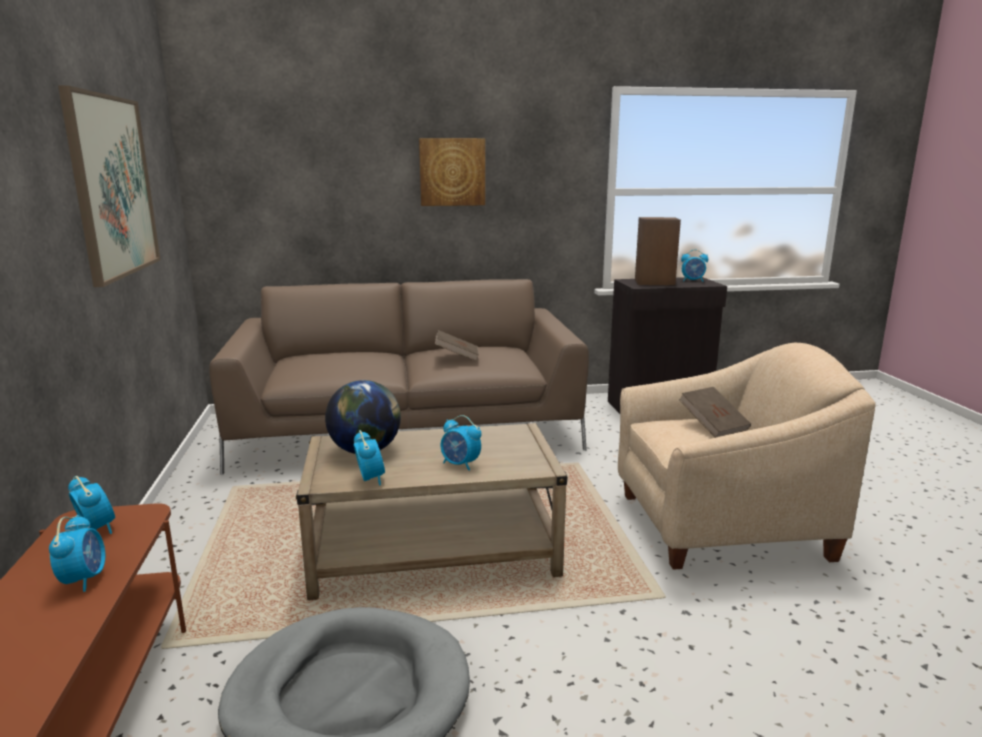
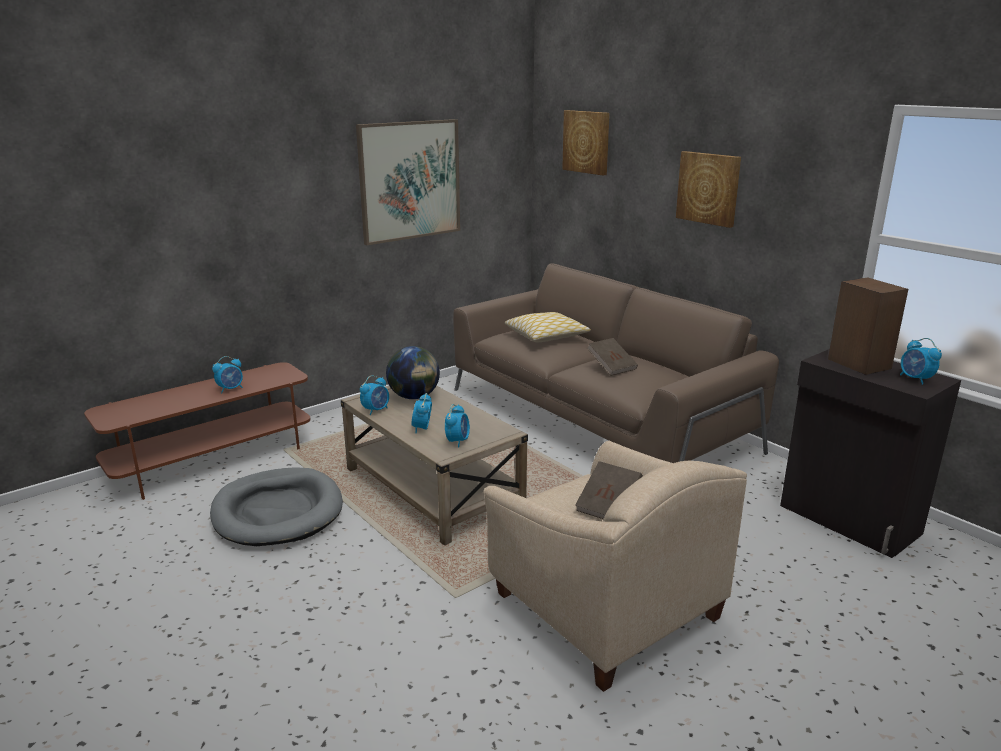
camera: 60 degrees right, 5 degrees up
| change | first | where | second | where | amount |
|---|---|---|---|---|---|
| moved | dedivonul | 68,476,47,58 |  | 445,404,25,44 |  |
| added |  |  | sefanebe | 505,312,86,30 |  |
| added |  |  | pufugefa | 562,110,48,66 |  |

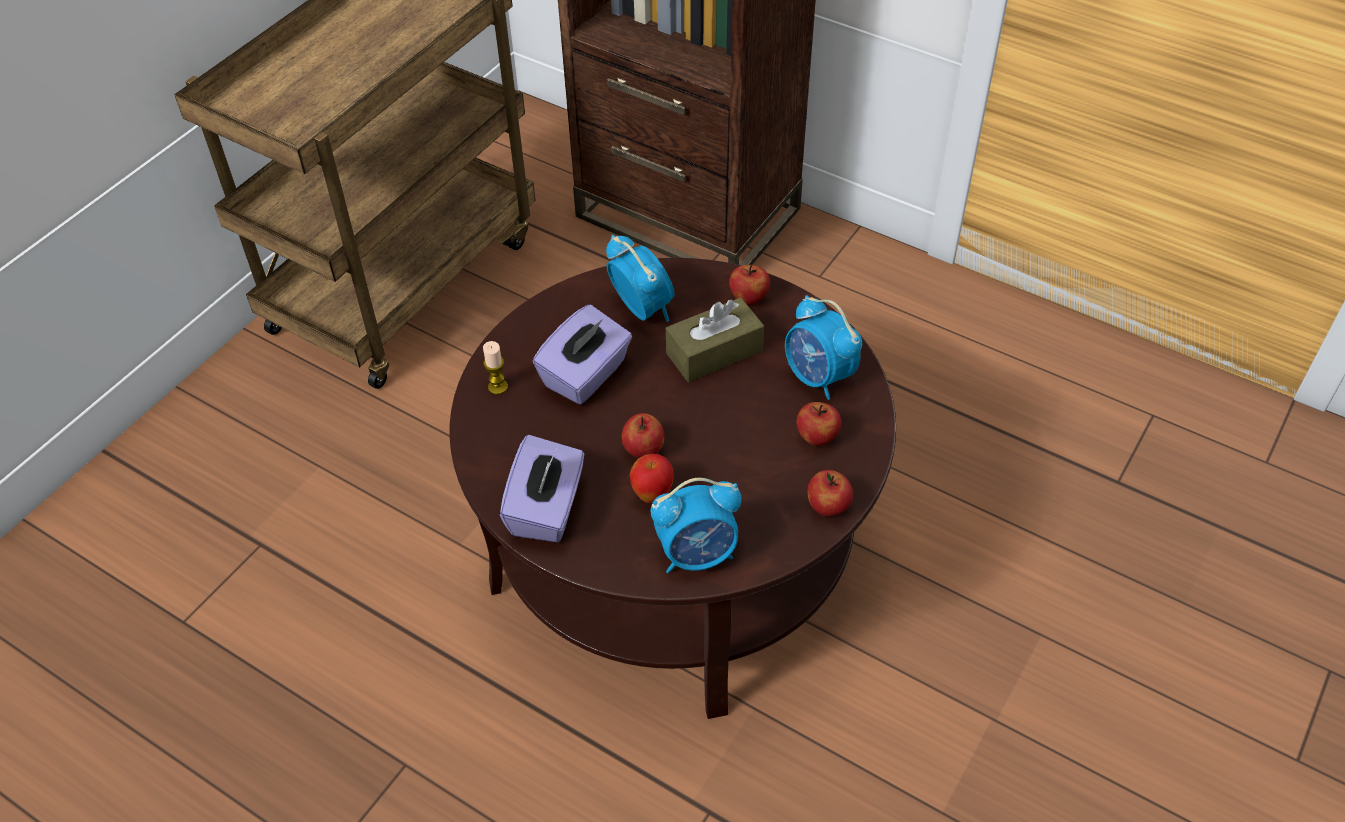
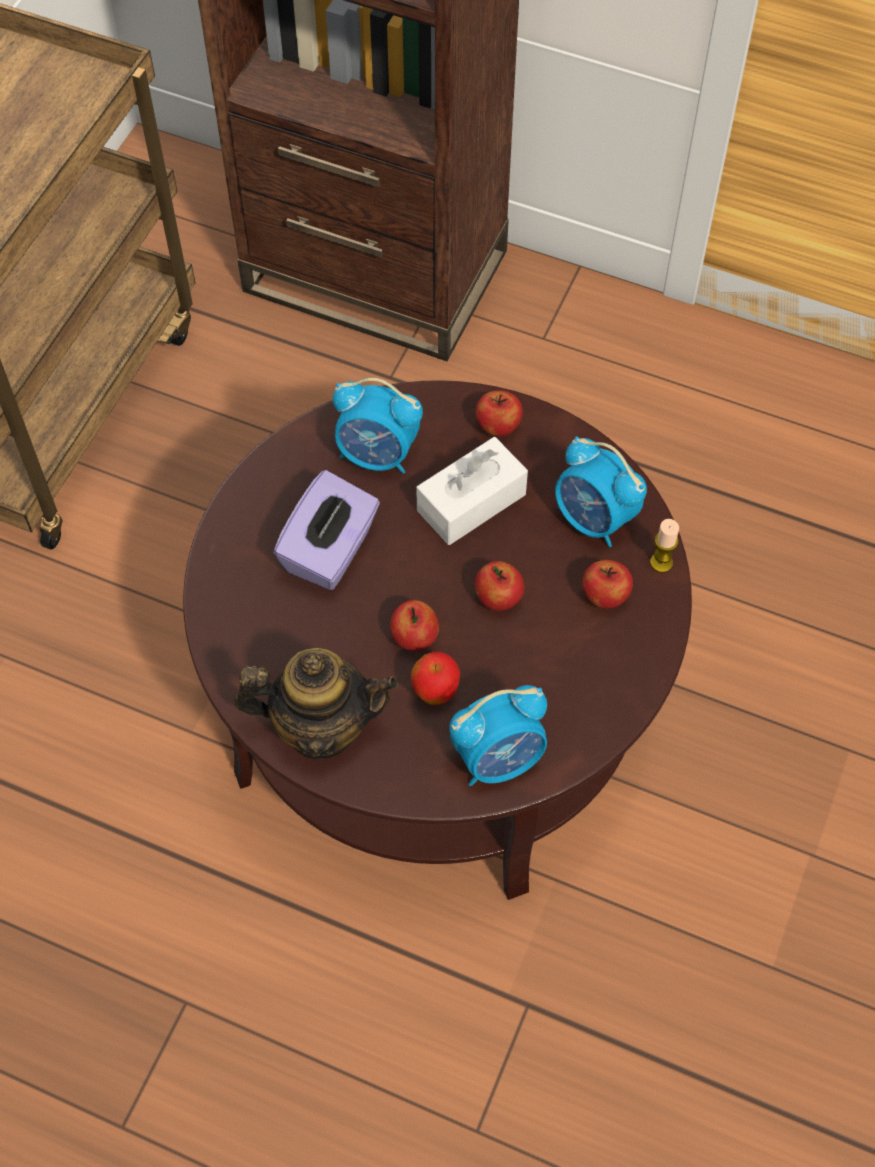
camera: 10 degrees left, 10 degrees up
| change | first | where | second | where | amount |
|---|---|---|---|---|---|
| replaced | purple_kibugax | 500,435,84,107 | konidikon | 234,648,164,112 |  |
| turned | dedivonul | 606,235,68,87 |  | 333,378,90,96 | 150 degrees clockwise |
| recoloured | brown_kibugax | 666,297,98,85 | white_kibugax | 416,437,112,108 |  |
| moved | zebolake | 807,470,46,47 |  | 475,561,49,50 |  |
| moved | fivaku | 483,341,25,54 |  | 650,519,29,54 |  |

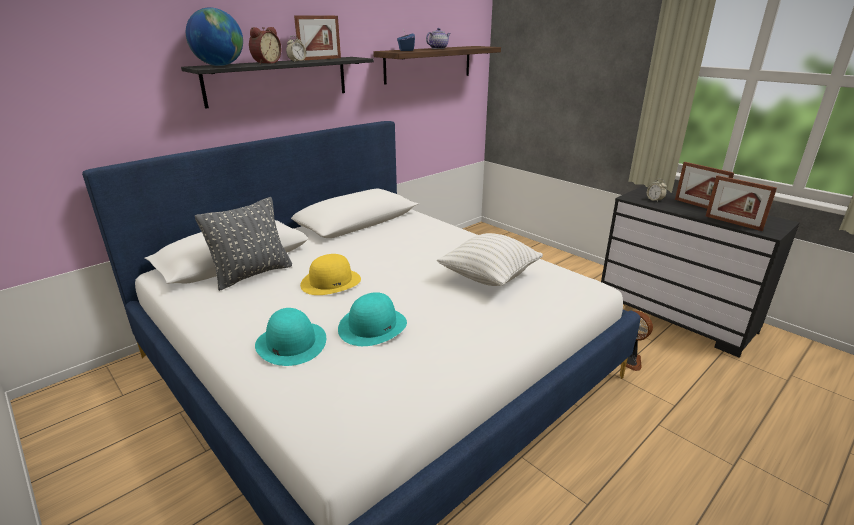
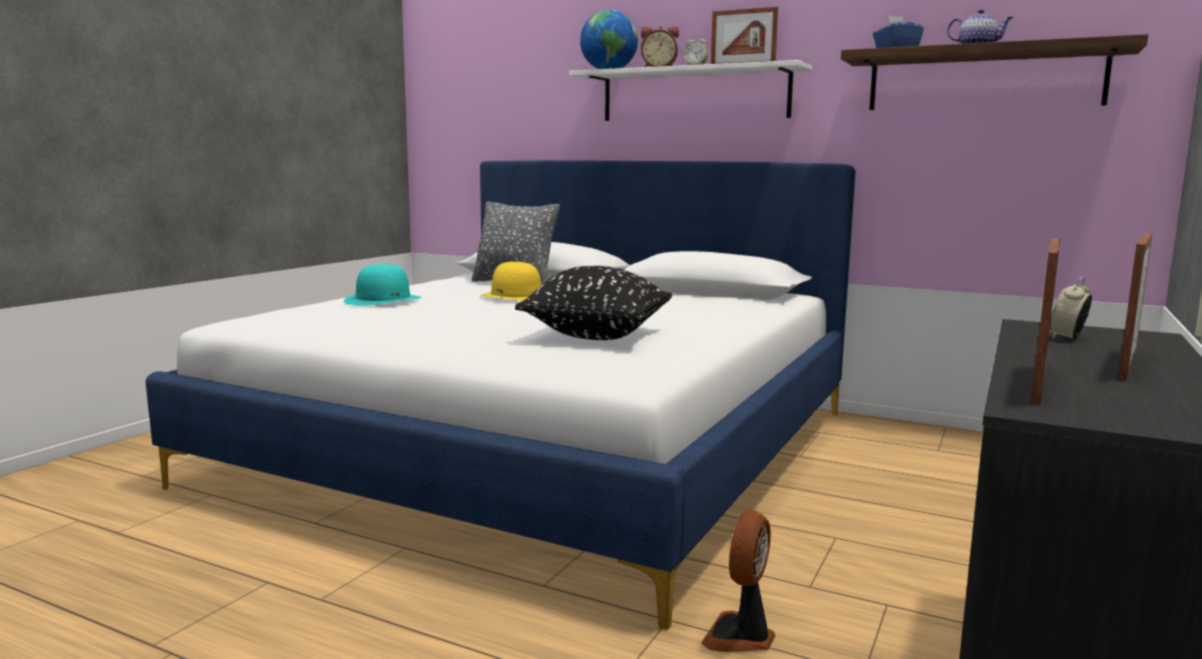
camera: 70 degrees right, 15 degrees down
| change | first | where | second | where | amount |
|---|---|---|---|---|---|
| recoloured | white_sefanebe | 437,233,106,53 | black_sefanebe | 515,266,157,74 |  |
| recoloured | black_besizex | 181,57,193,52 | white_besizex | 569,60,243,61 |  |
| removed | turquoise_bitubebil | 338,292,69,54 |  |  |  |

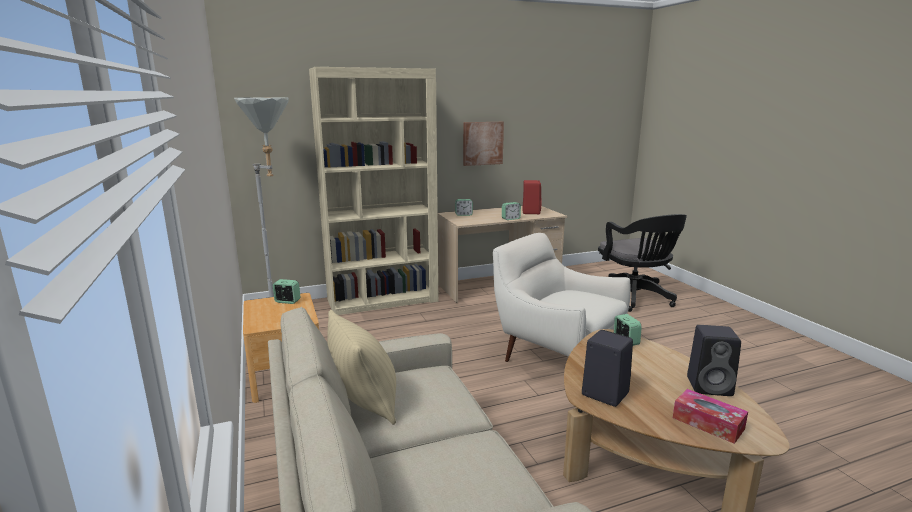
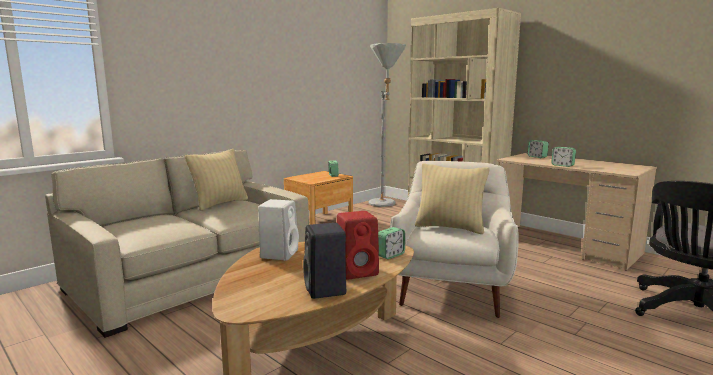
camera: 65 degrees right, 5 degrees down
| change | first | where | second | where | amount |
|---|---|---|---|---|---|
| recoloured | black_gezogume | 582,330,51,77 | white_gezogume | 258,199,41,61 |  |
| moved | red_gezogume | 522,180,19,34 |  | 337,211,42,69 |  |
| added |  |  | beige_sefanebe | 415,163,75,71 |  |
| removed | pufugefa | 463,122,41,44 |  |  |  |
| removed | kibugax | 673,389,75,55 |  |  |  |

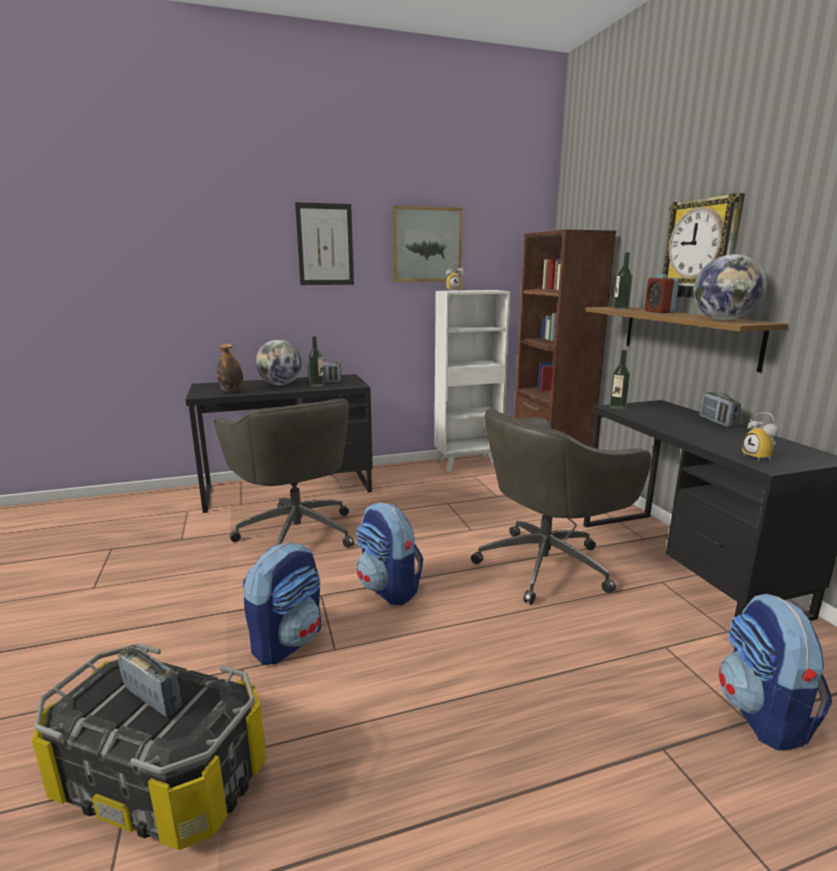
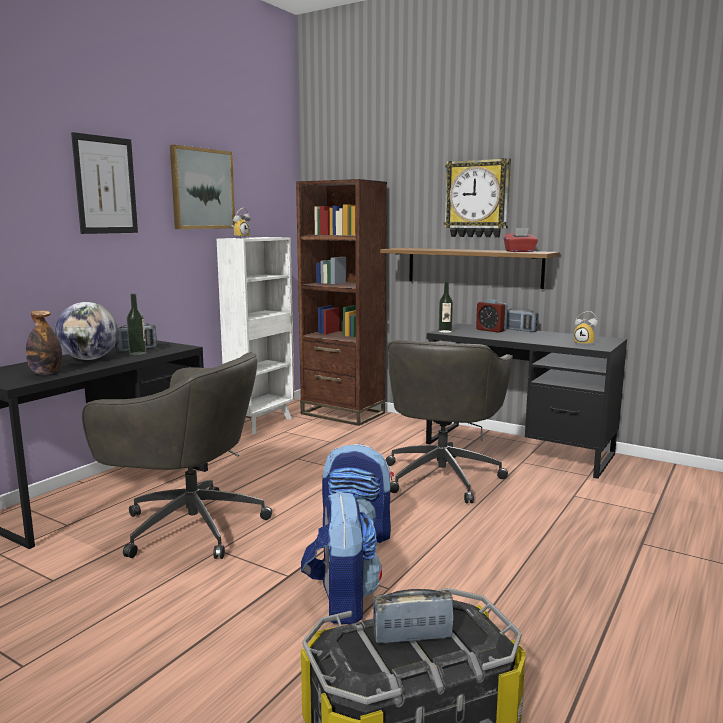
camera: 40 degrees left, 5 degrees down
| change | first | where | second | where | amount |
|---|---|---|---|---|---|
| moved | dedivonul | 644,274,35,39 |  | 476,299,32,34 |  |
| replaced | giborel | 693,254,74,66 | red_kibugax | 503,228,35,24 |  |
| removed | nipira | 614,252,19,58 |  |  |  |
| removed | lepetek | 719,594,113,157 |  |  |  |

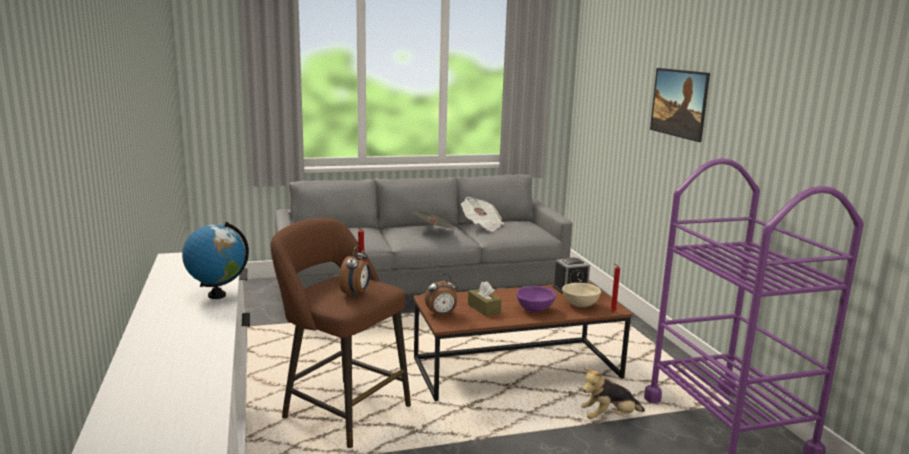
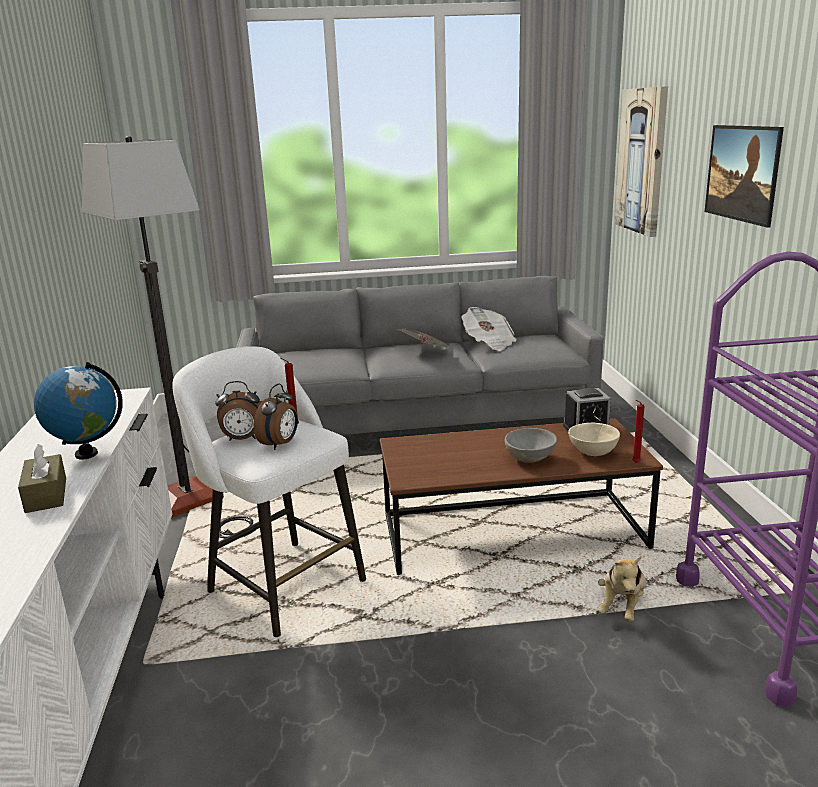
camera: 10 degrees right, 5 degrees up
| change | first | where | second | where | amount |
|---|---|---|---|---|---|
| moved | brown_kibugax | 468,281,33,35 |  | 18,444,48,69 |  |
| added |  |  | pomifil | 82,136,172,402 |  |
| recoloured | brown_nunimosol | 271,218,140,230 | white_nunimosol | 172,346,194,291 |  |
| moved | dedivonul | 424,274,34,42 |  | 215,381,46,60 |  |
| recoloured | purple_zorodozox | 516,286,40,26 | grey_zorodozox | 505,428,52,35 |  |
| turned | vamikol | 581,368,64,51 |  | 598,555,48,67 | 60 degrees counterclockwise |
| added |  |  | pufugefa | 615,86,53,151 |  |

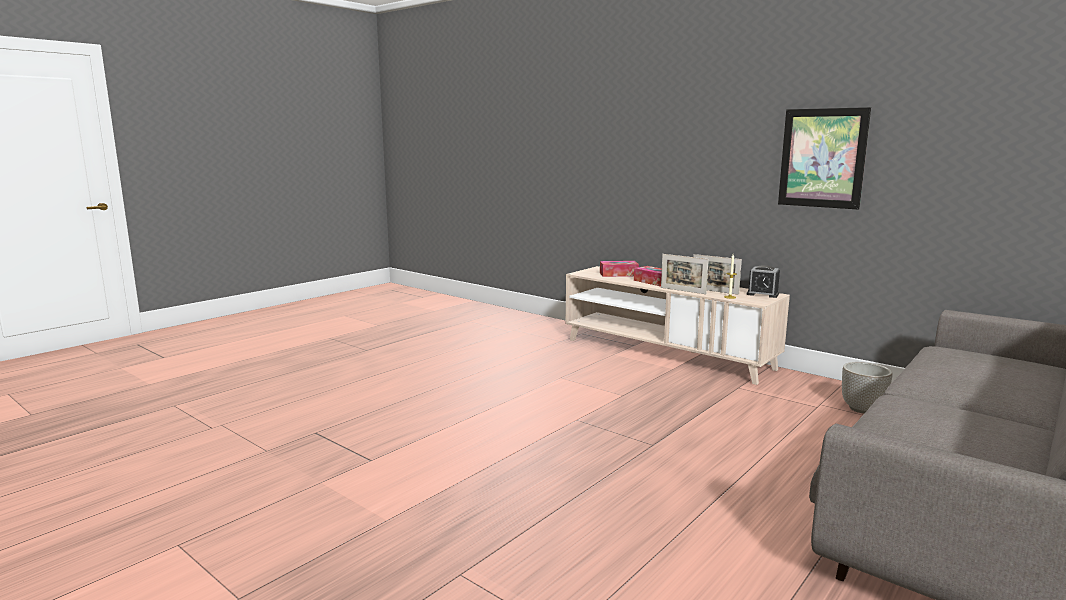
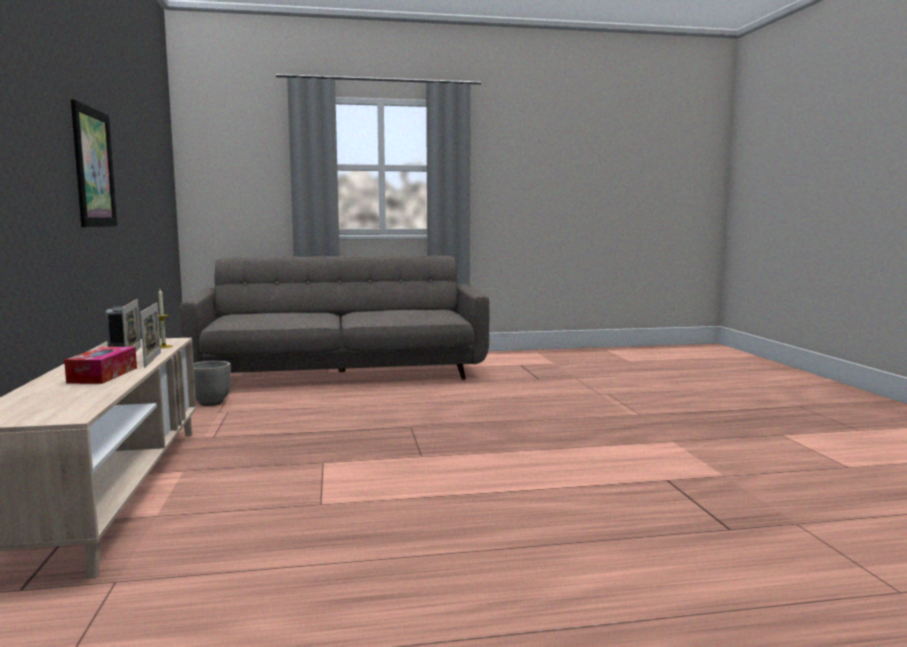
camera: 140 degrees left, 5 degrees down
| change | first | where | second | where | amount |
|---|---|---|---|---|---|
| removed | kibugax | 600,261,39,16 |  |  |  |

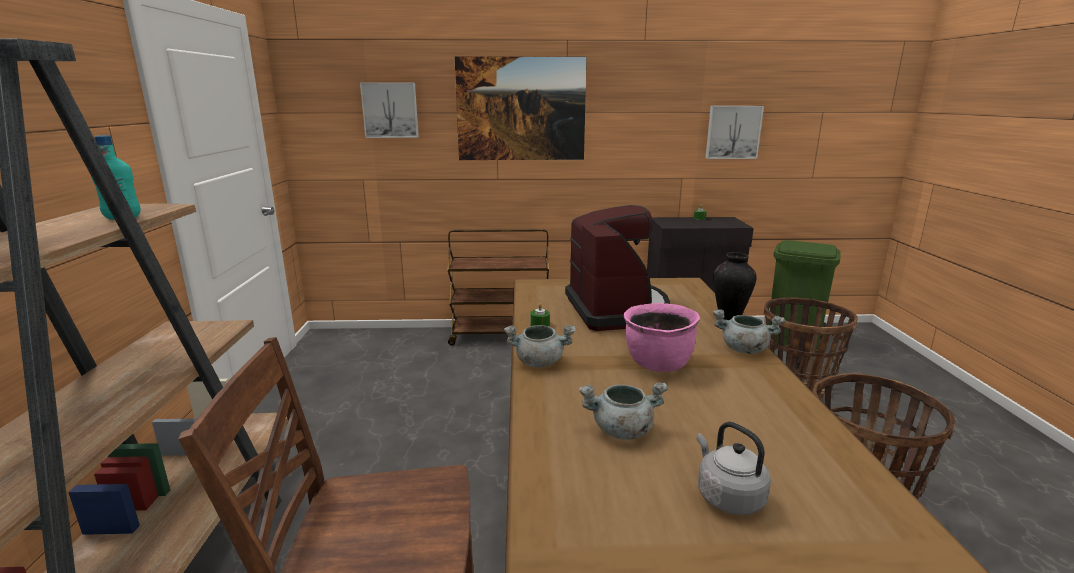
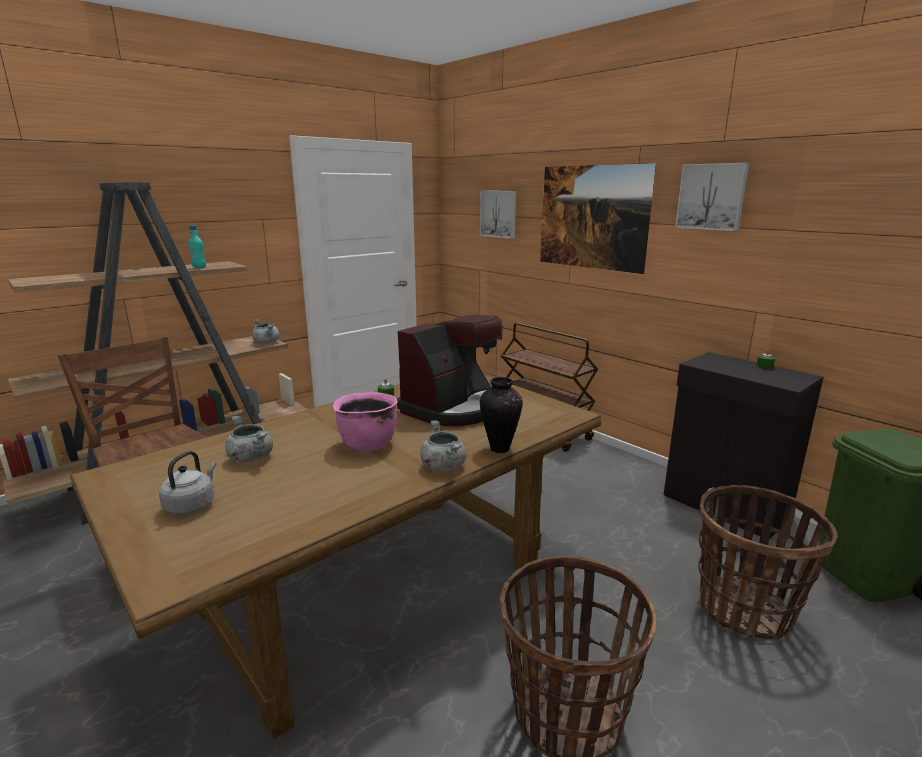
camera: 50 degrees right, 0 degrees up
| change | first | where | second | where | amount |
|---|---|---|---|---|---|
| moved | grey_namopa | 504,325,72,43 |  | 252,319,27,25 |  |
| moved | pufugefa | 706,106,58,53 |  | 675,163,74,68 |  |

